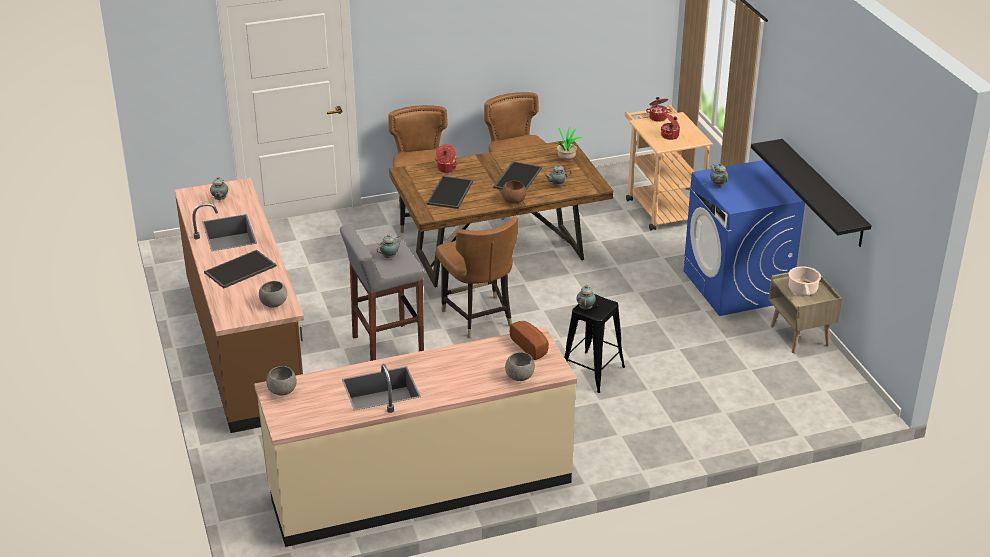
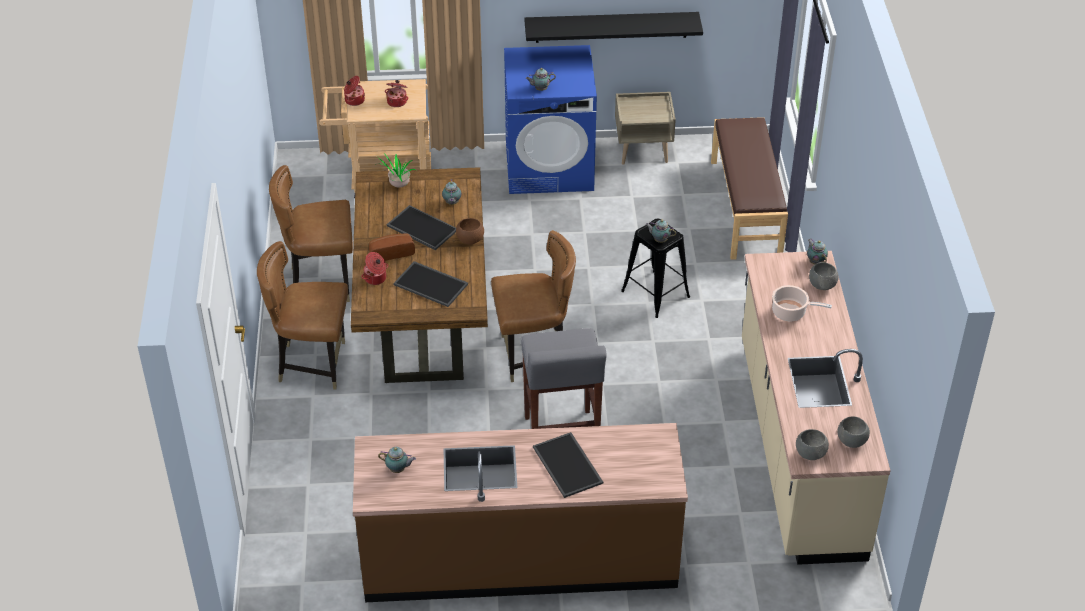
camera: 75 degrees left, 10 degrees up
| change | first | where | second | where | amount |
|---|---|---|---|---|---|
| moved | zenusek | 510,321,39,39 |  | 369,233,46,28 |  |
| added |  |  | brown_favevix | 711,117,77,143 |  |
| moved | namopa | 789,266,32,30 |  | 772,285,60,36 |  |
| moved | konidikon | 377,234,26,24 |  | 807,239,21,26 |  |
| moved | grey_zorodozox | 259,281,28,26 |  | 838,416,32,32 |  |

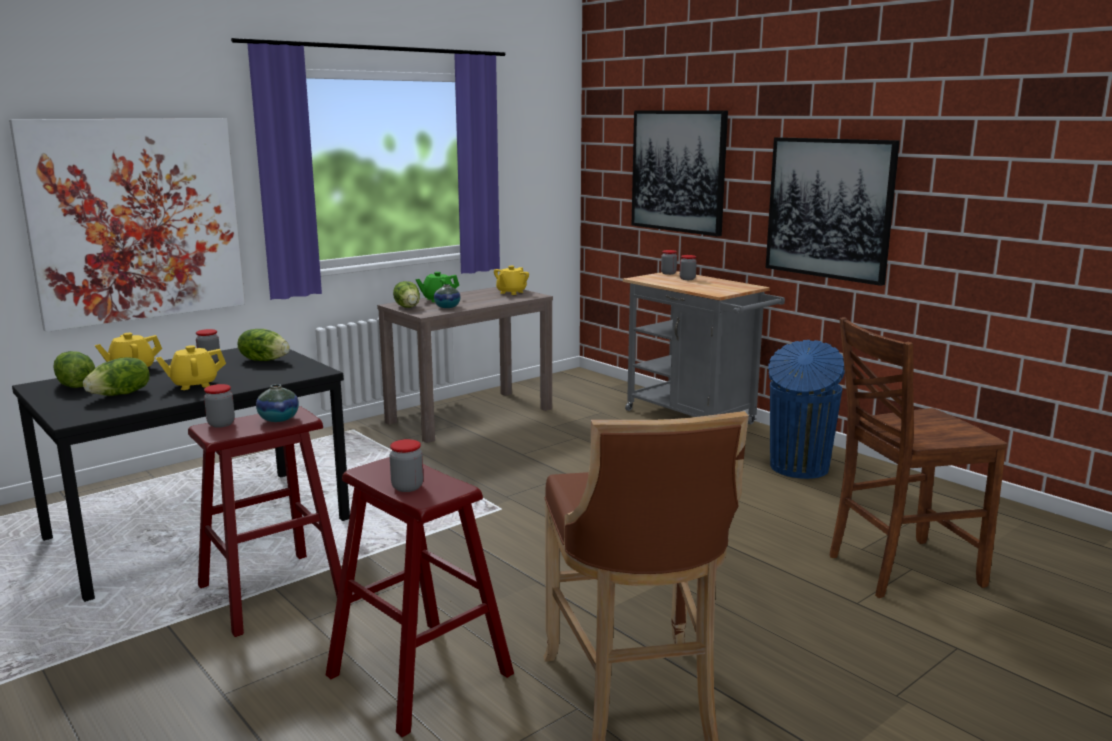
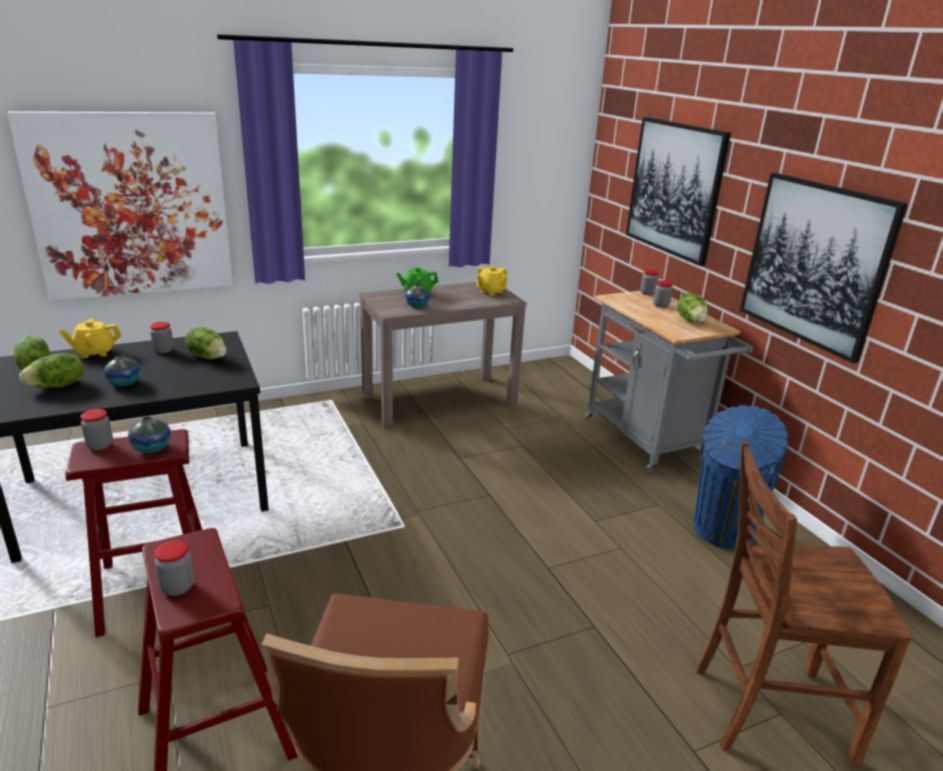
camera: 15 degrees right, 10 degrees up
| change | first | where | second | where | amount |
|---|---|---|---|---|---|
| replaced | yellow_konidikon | 156,345,70,45 | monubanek | 104,355,37,31 |  |
| moved | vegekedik | 393,281,27,27 |  | 677,293,31,30 |  |

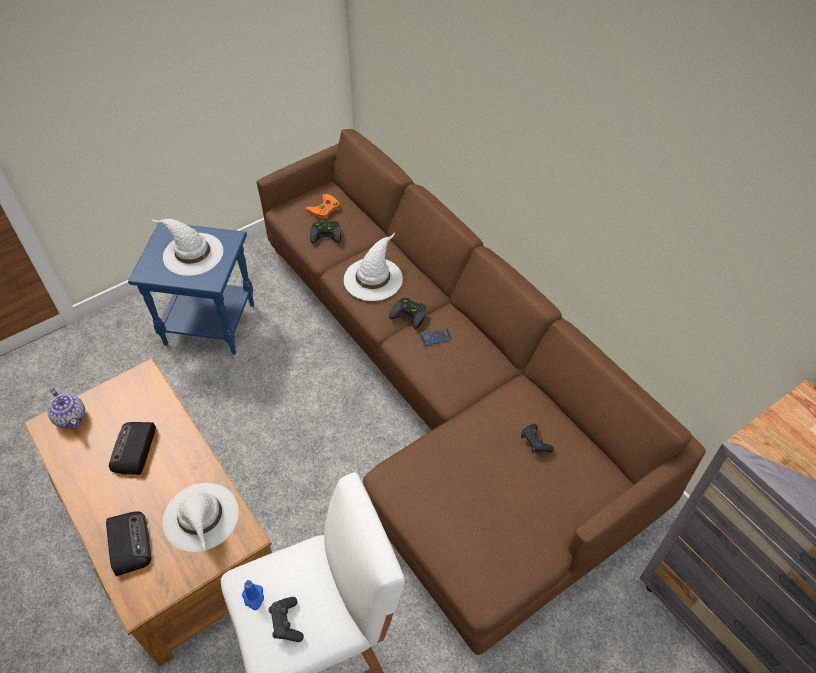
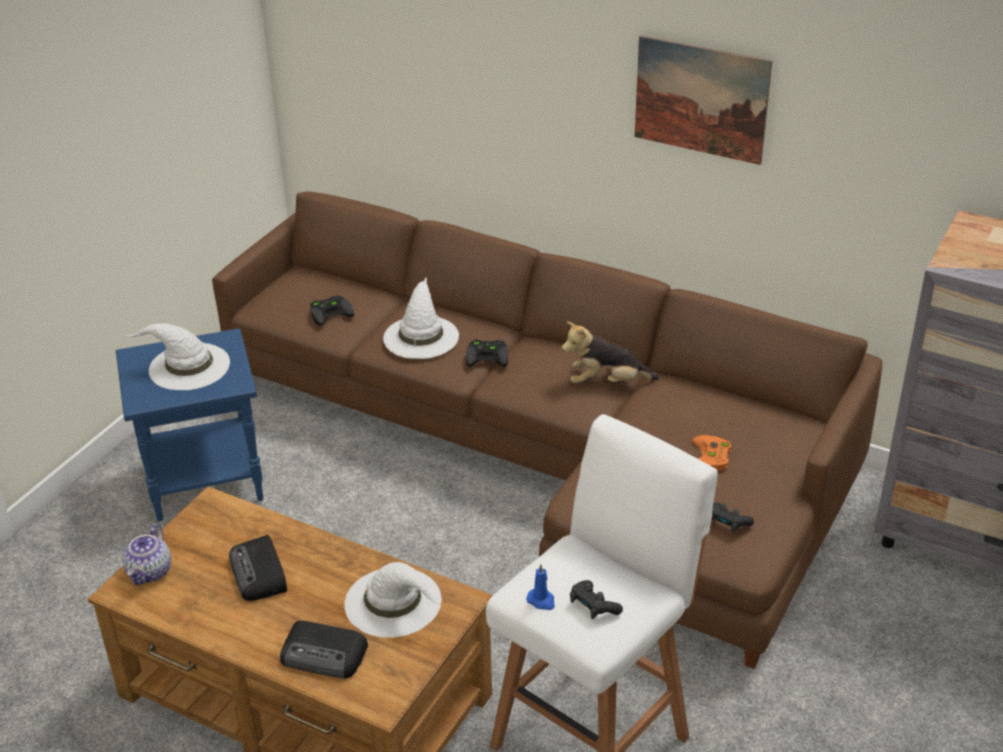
camera: 25 degrees left, 15 degrees down
| change | first | where | second | where | amount |
|---|---|---|---|---|---|
| turned | konidikon | 47,388,38,41 |  | 123,524,48,62 | 75 degrees clockwise |
| turned | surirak | 106,511,45,65 |  | 280,620,88,59 | 150 degrees clockwise |
| added |  |  | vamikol | 562,321,98,62 |  |
| added |  |  | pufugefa | 635,35,138,130 |  |
| moved | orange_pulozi | 305,194,34,25 |  | 692,435,40,36 |  |
| moved | black_pulozi | 521,424,33,29 |  | 711,502,43,31 |  |
| removed | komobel | 419,328,33,17 |  |  |  |

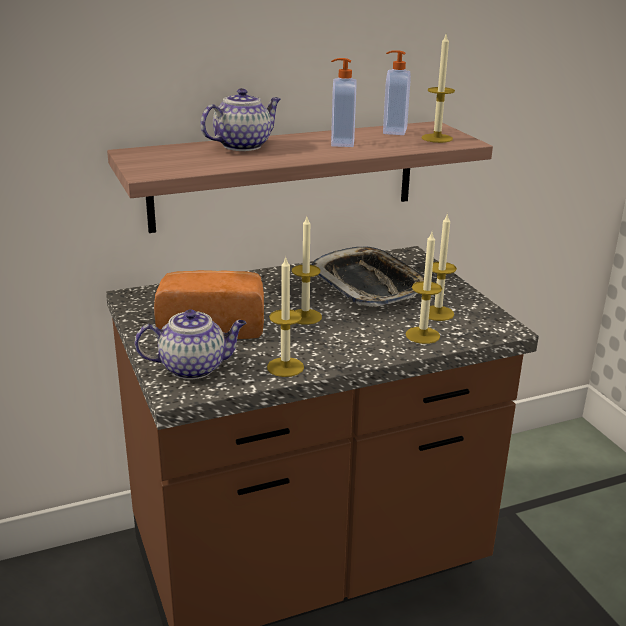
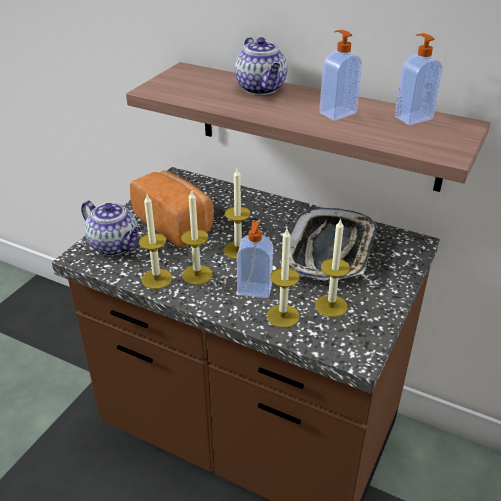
camera: 50 degrees right, 10 degrees up
| change | first | where | second | where | amount |
|---|---|---|---|---|---|
| moved | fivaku | 422,32,33,111 |  | 181,189,32,96 |  |
| turned | konidikon | 200,88,81,63 |  | 235,37,53,58 | 60 degrees clockwise |
| added |  |  | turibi | 237,222,36,76 |  |

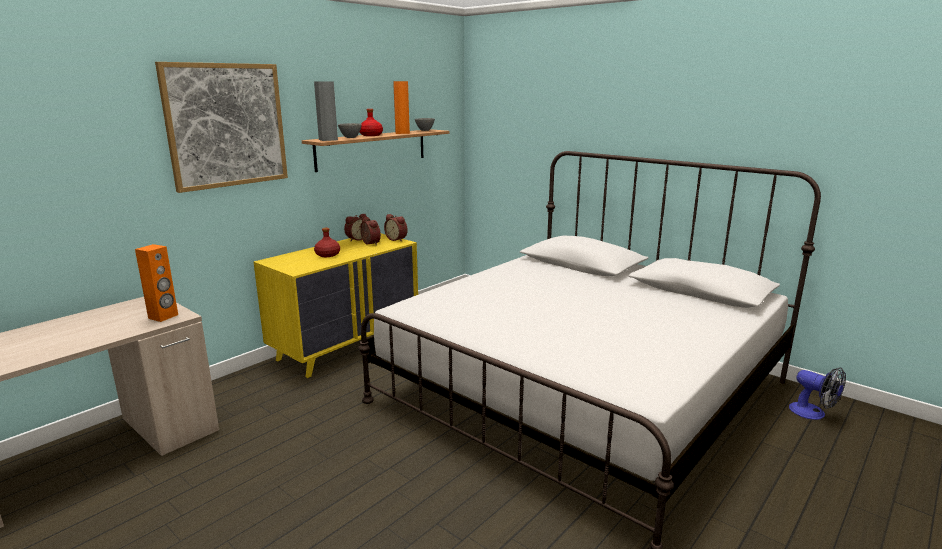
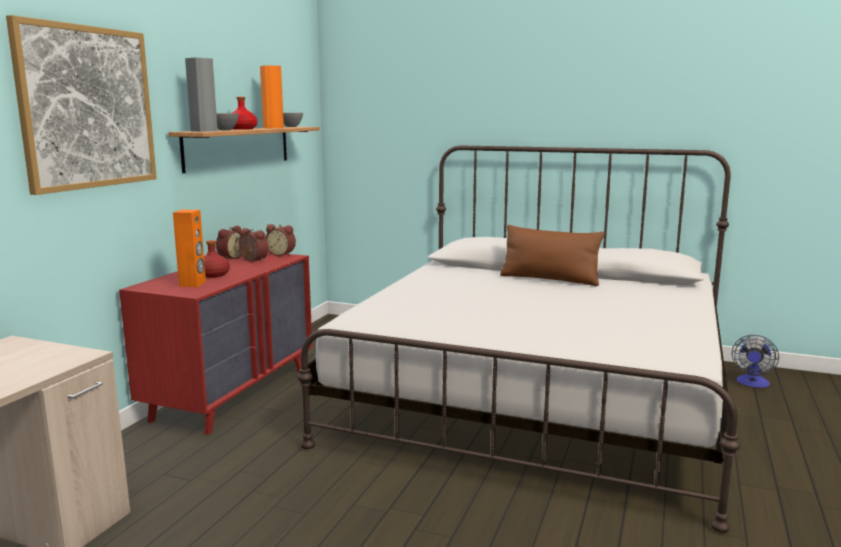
camera: 20 degrees left, 5 degrees down
| change | first | where | second | where | amount |
|---|---|---|---|---|---|
| recoloured | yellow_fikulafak | 253,234,165,144 | red_fikulafak | 119,252,193,183 |  |
| moved | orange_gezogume | 135,244,43,78 |  | 173,210,33,77 |  |
| added |  |  | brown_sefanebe | 500,225,105,61 |  |
| turned | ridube | 789,367,57,53 |  | 732,335,47,53 | 90 degrees clockwise |

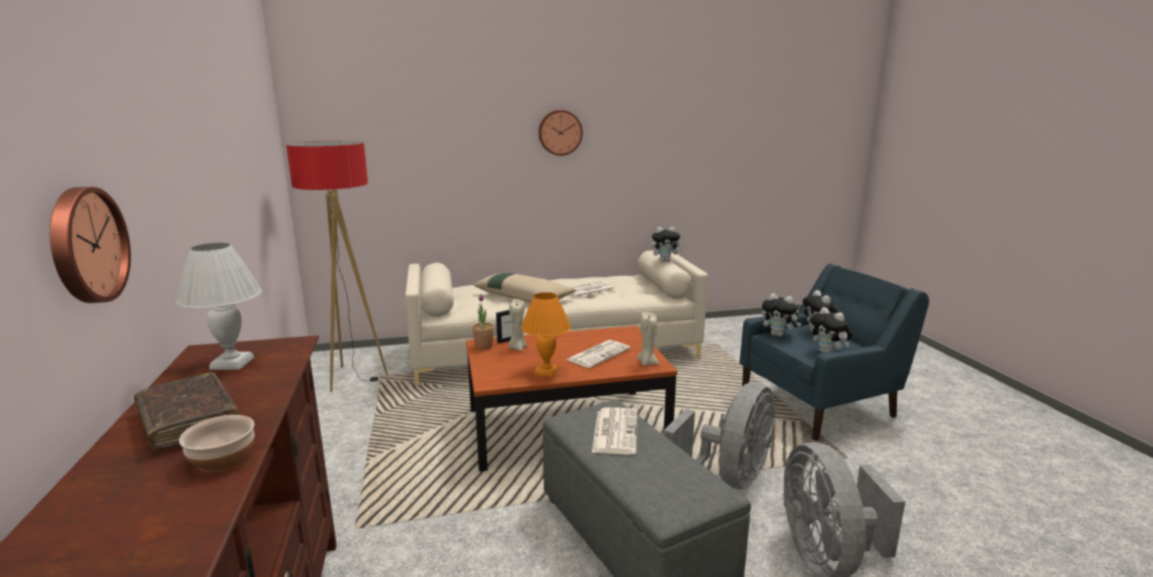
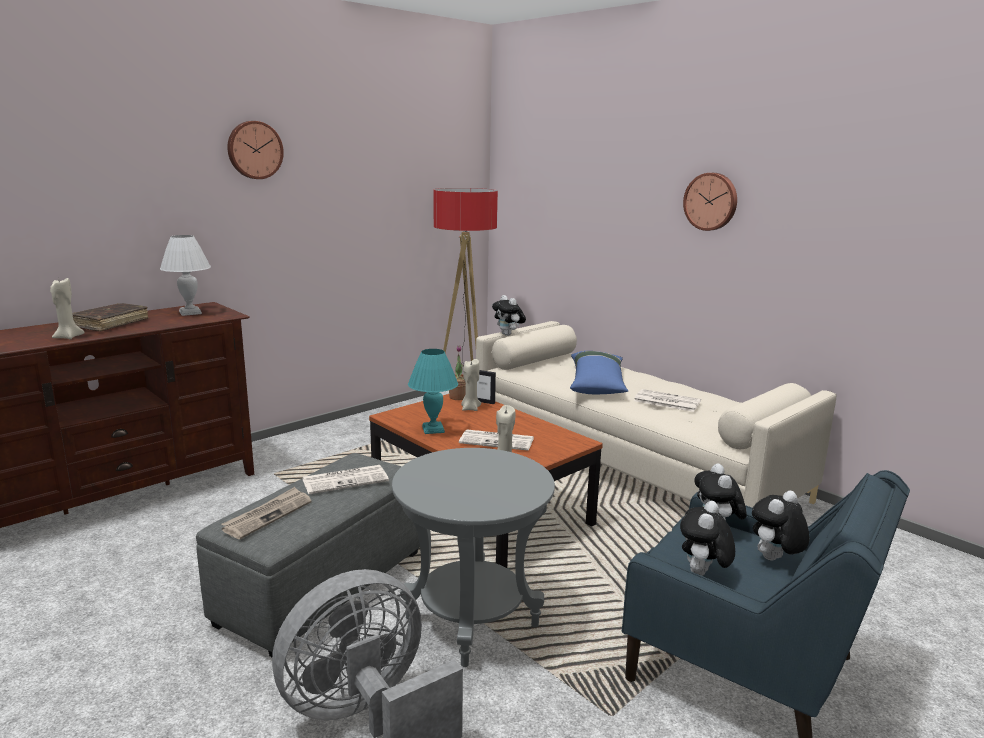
camera: 60 degrees right, 0 degrees up
| change | first | where | second | where | amount |
|---|---|---|---|---|---|
| replaced | zorodozox | 179,415,76,57 | beige_fivaku | 50,278,35,61 |  |
| added |  |  | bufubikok | 221,487,90,52 |  |
| moved | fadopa | 50,187,81,116 |  | 227,121,57,58 |  |
| replaced | grey_ridube | 664,382,111,107 | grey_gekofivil | 392,448,163,219 |  |
| recoloured | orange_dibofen | 521,292,50,85 | turquoise_dibofen | 408,349,50,85 |  |
| moved | vamikol | 651,227,32,35 |  | 492,295,34,41 |  |
| recoloured | beige_sefanebe | 474,273,102,30 | blue_sefanebe | 570,351,59,43 |  |

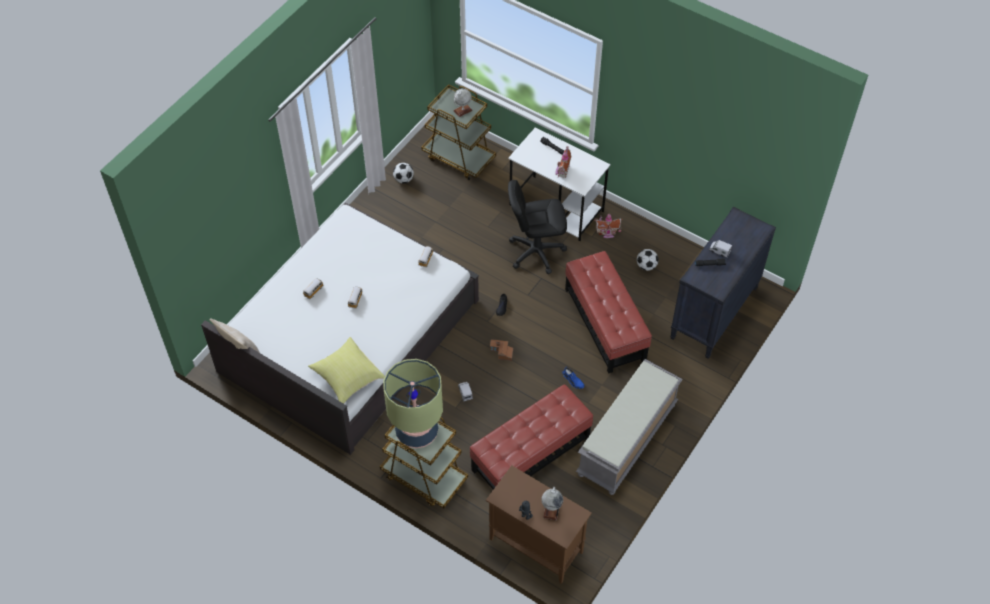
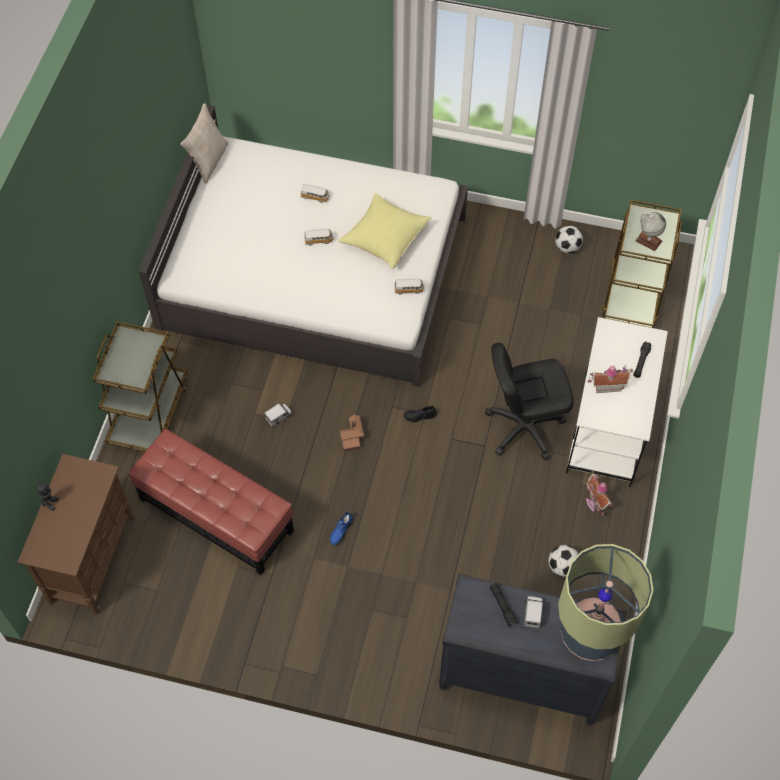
camera: 70 degrees right, 5 degrees up
| change | first | where | second | where | amount |
|---|---|---|---|---|---|
| moved | yellow_sefanebe | 308,337,77,67 |  | 338,193,93,76 |  |
| turned | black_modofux | 508,180,59,94 |  | 485,343,89,117 | 75 degrees counterclockwise |
| moved | dibofen | 383,359,60,89 |  | 558,544,95,117 |  |
| removed | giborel | 541,487,22,34 |  |  |  |
| removed | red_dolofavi | 565,251,87,122 |  |  |  |
| removed | grey_favevix | 576,359,107,136 |  |  |  |

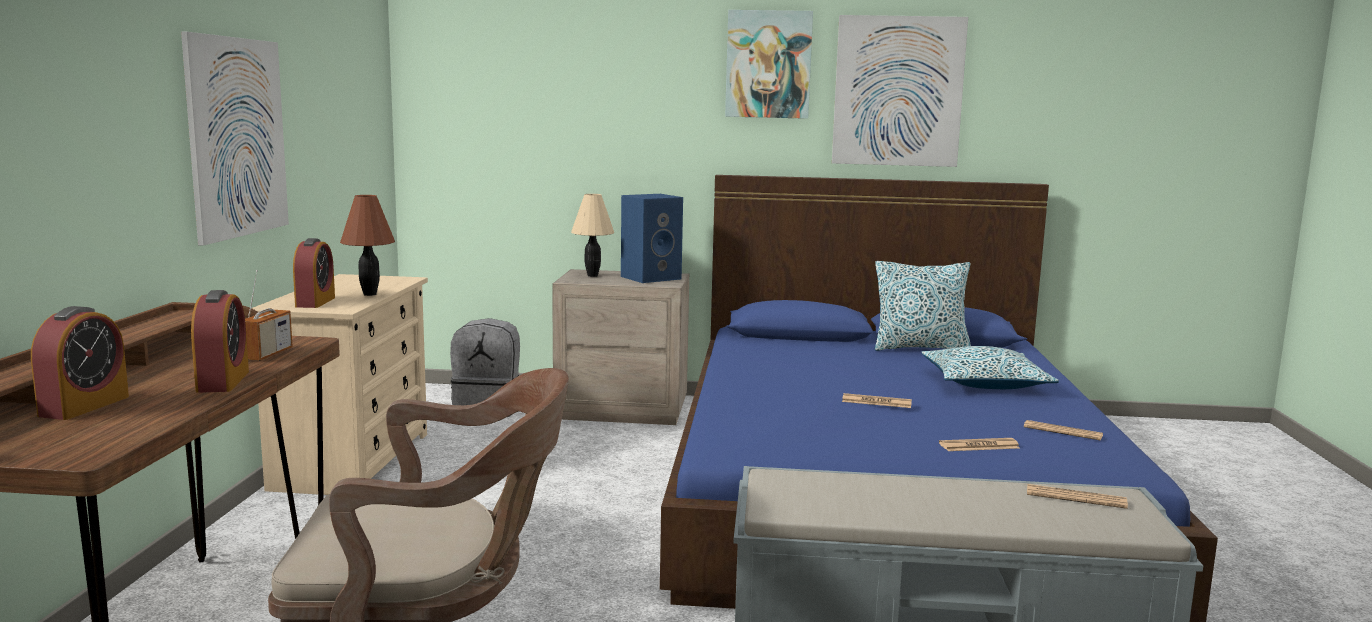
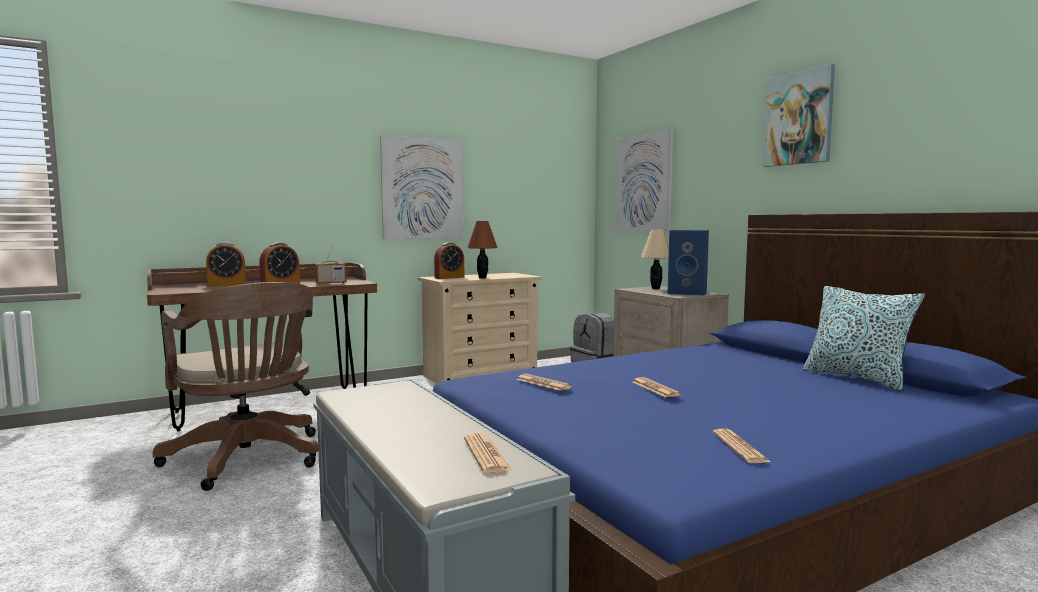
camera: 55 degrees right, 5 degrees down
| change | first | where | second | where | amount |
|---|---|---|---|---|---|
| moved | bufubikok | 939,438,81,13 |  | 516,374,56,17 |  |
| moved | pufugefa | 832,15,136,152 |  | 615,130,58,101 |  |
| removed | sefanebe | 922,346,137,43 |  |  |  |

